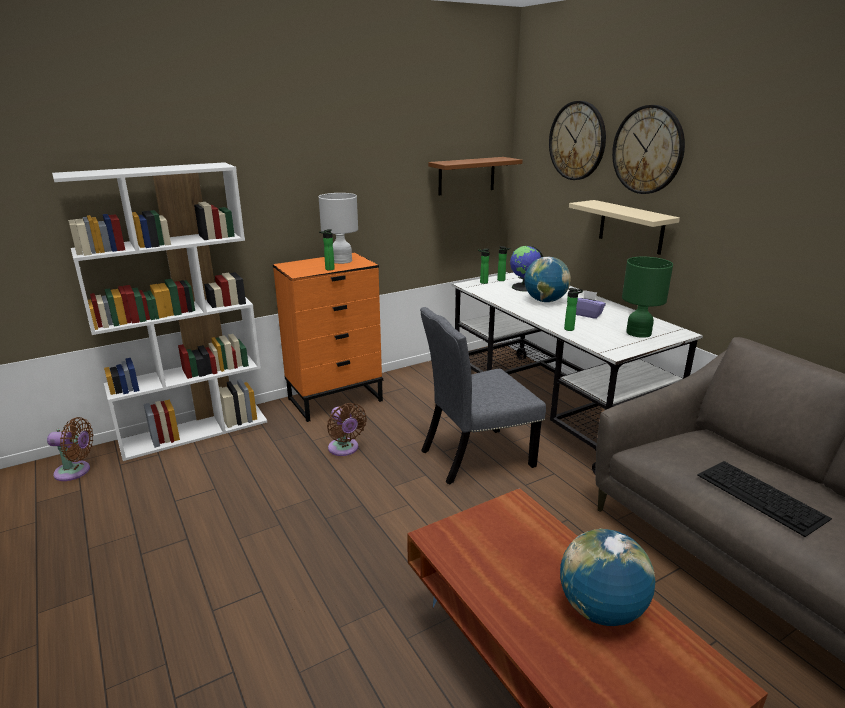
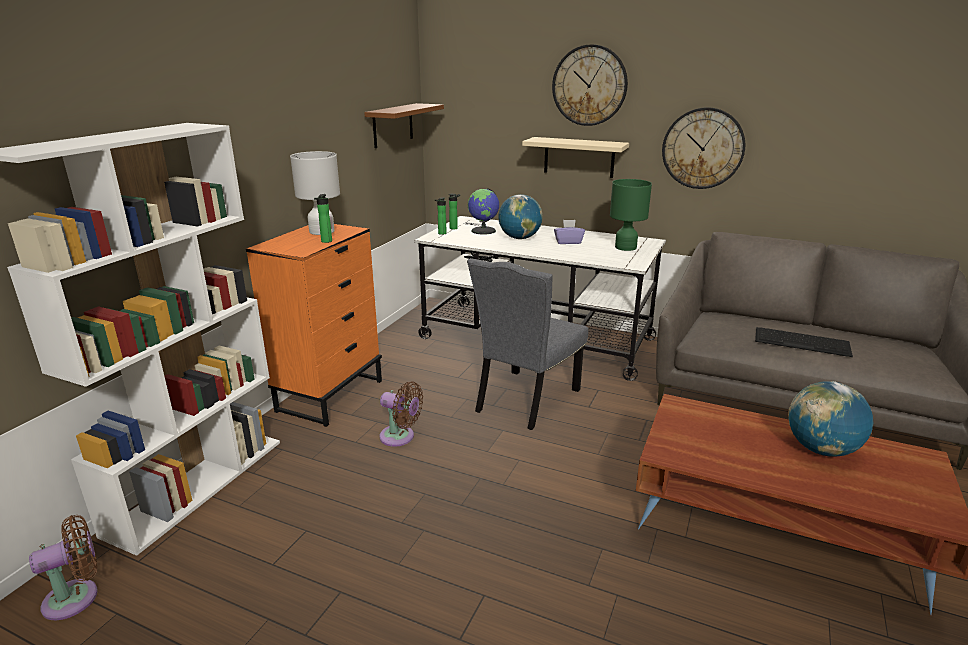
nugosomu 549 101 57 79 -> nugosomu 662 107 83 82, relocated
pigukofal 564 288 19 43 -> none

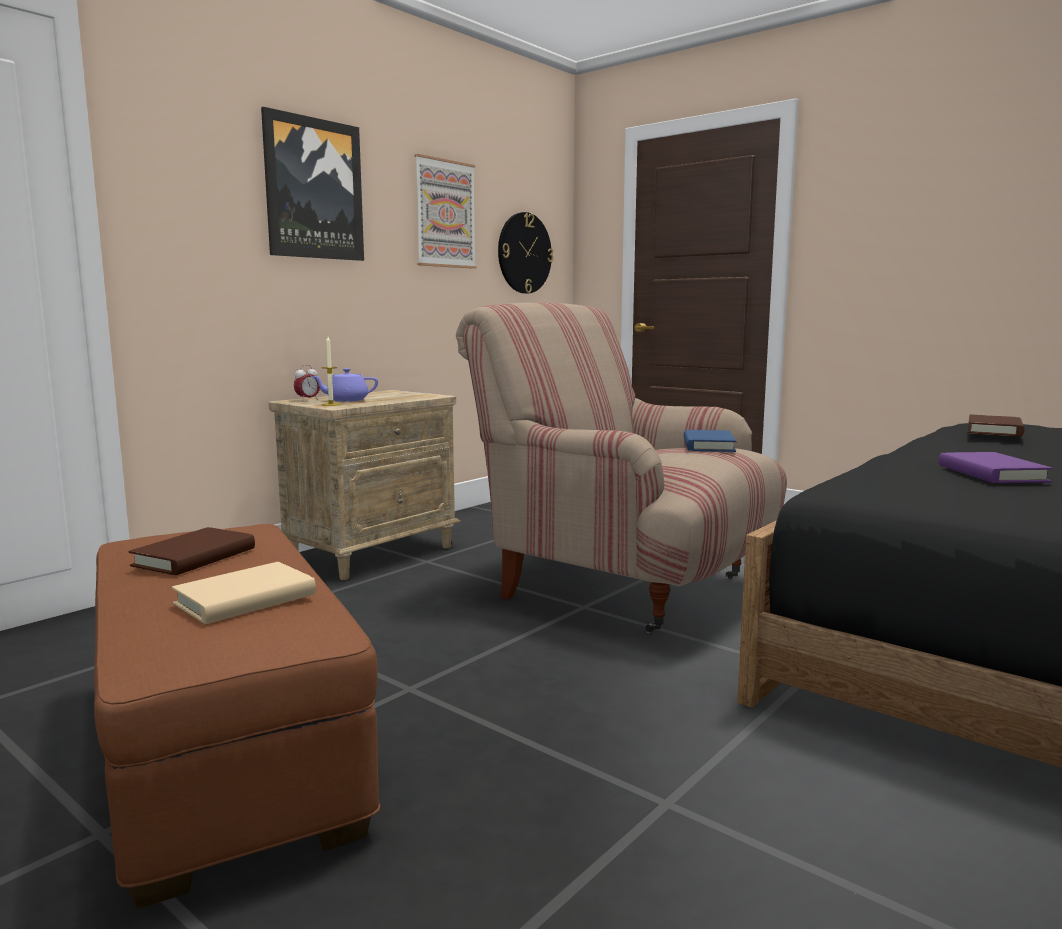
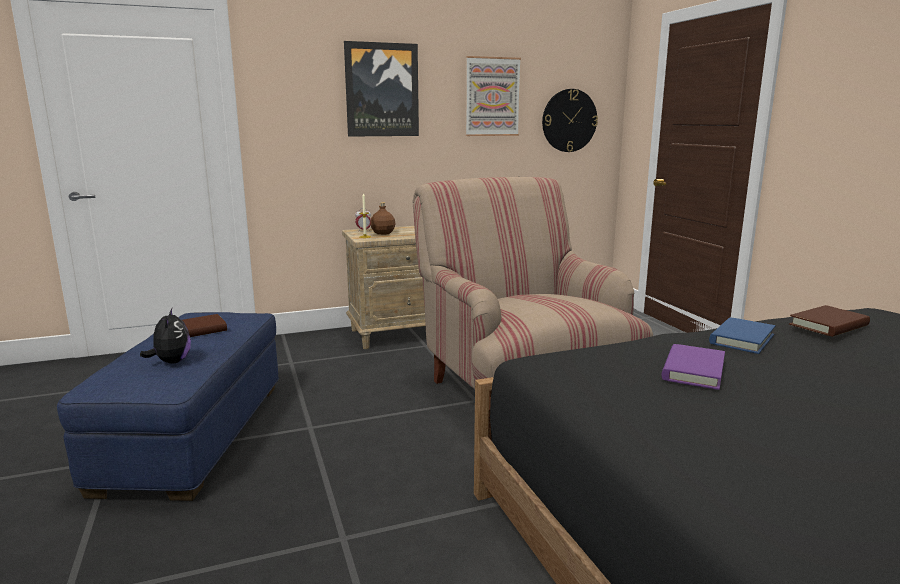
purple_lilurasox 311 368 67 33 -> brown_pigukofal 370 202 25 33
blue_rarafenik 684 430 53 22 -> blue_rarafenik 709 317 66 37, relocated
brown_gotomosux 94 524 286 385 -> blue_gotomosux 57 312 222 189
beige_rarafenik 172 562 144 62 -> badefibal 140 308 51 56

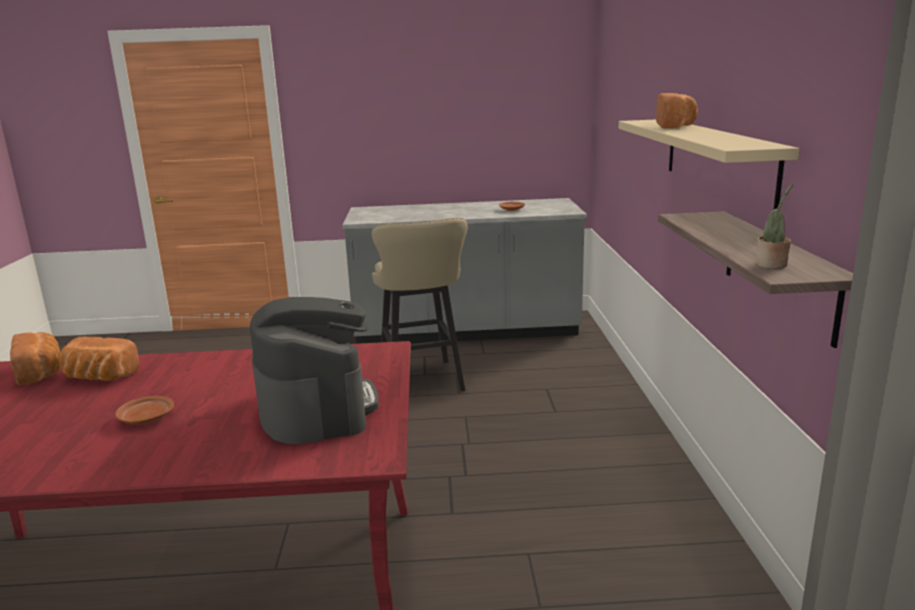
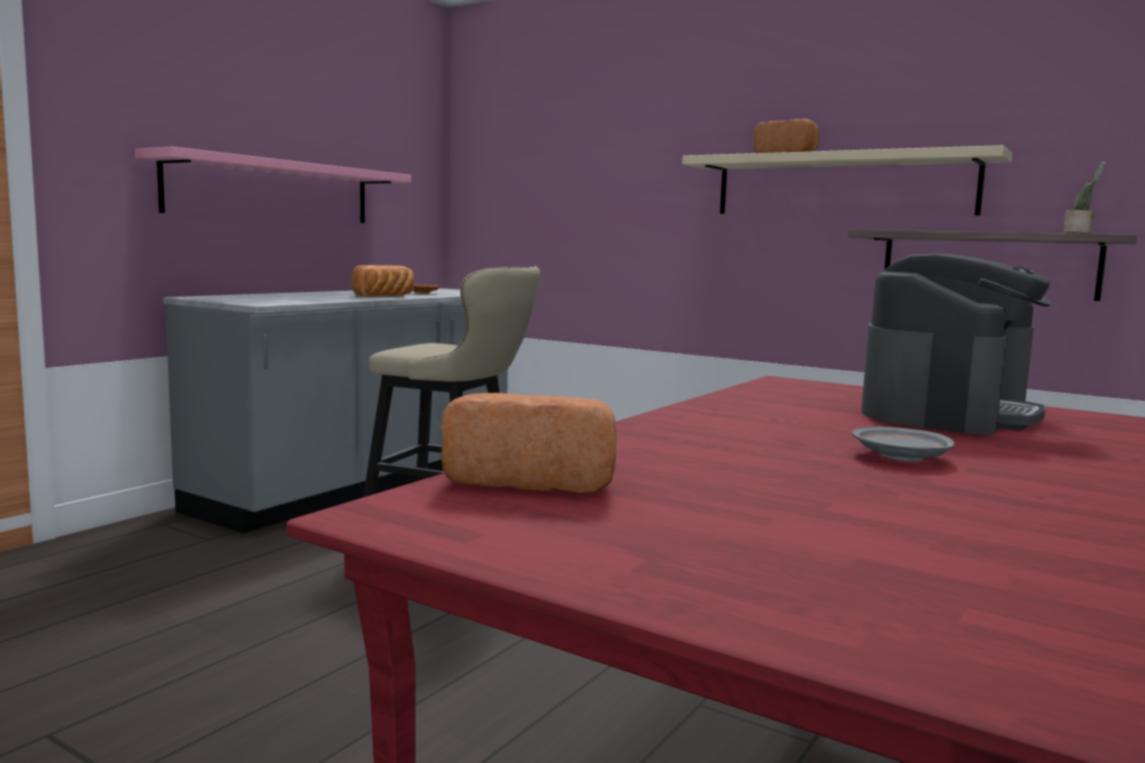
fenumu 250 297 129 147 -> fenumu 861 254 190 181, 105 degrees clockwise
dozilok 59 337 81 44 -> dozilok 351 265 63 31, relocated
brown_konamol 115 396 59 29 -> grey_konamol 852 426 102 36
none -> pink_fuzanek 135 147 276 76

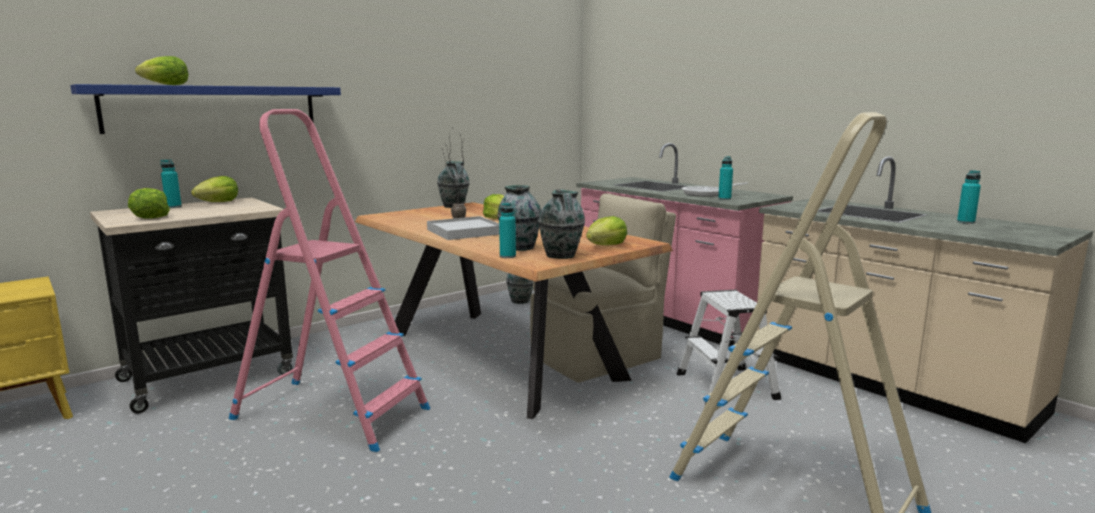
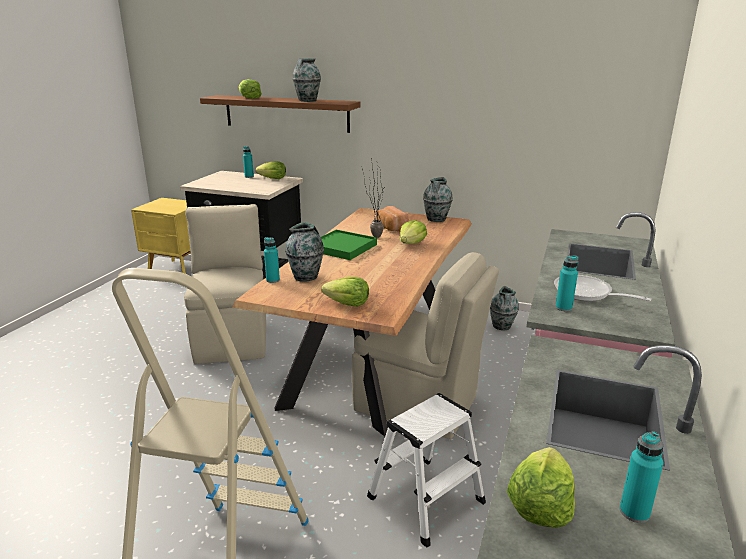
blue_fuzanek 70 84 271 50 -> brown_fuzanek 200 95 160 38
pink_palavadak 229 109 201 343 -> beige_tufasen 184 204 82 160
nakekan 128 188 42 31 -> nakekan 507 447 68 81, relocated
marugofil 538 189 47 70 -> marugofil 292 58 29 44, relocated
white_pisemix 427 216 72 24 -> green_pisemix 321 230 56 30
none -> dozilok 376 206 33 26

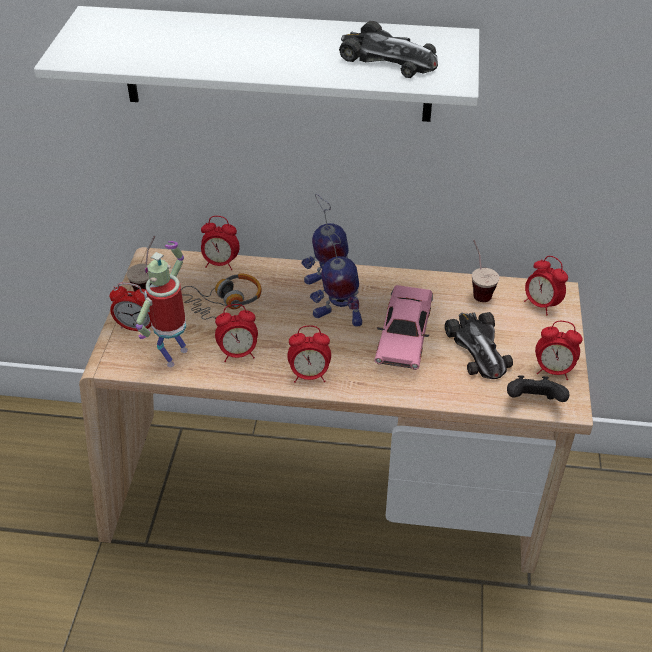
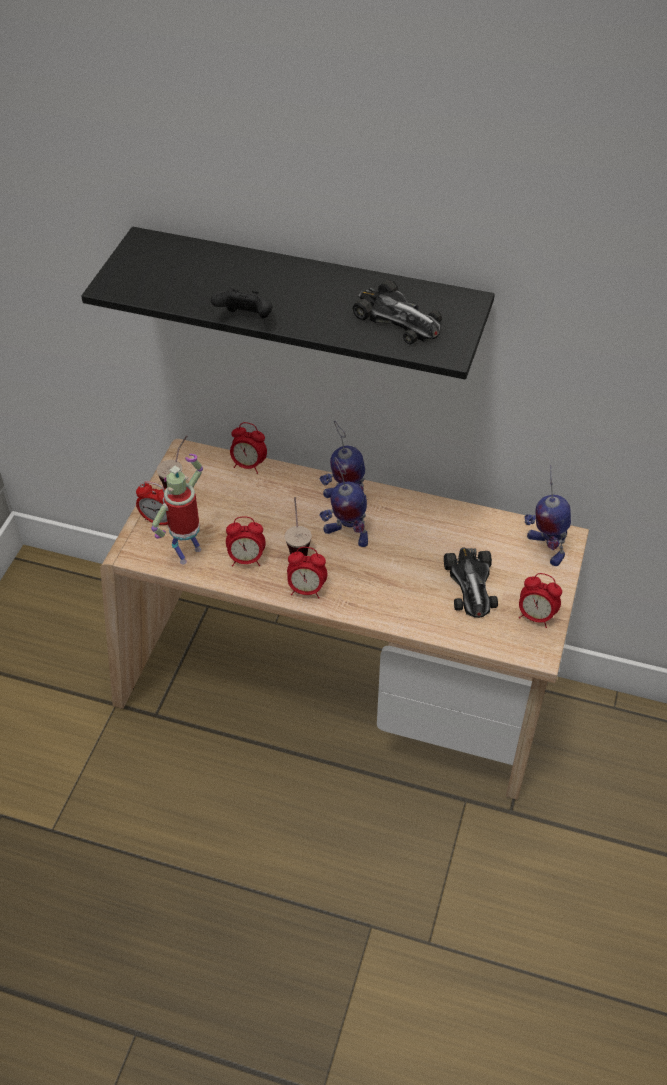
white_fuzanek 34 6 445 116 -> black_fuzanek 81 227 414 153
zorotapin 472 240 28 62 -> zorotapin 285 497 27 59, relocated
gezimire 524 256 44 59 -> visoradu 525 465 46 101
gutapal 181 273 81 47 -> none
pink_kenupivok 374 285 59 85 -> none
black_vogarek 507 375 62 27 -> black_vogarek 211 289 62 29, relocated

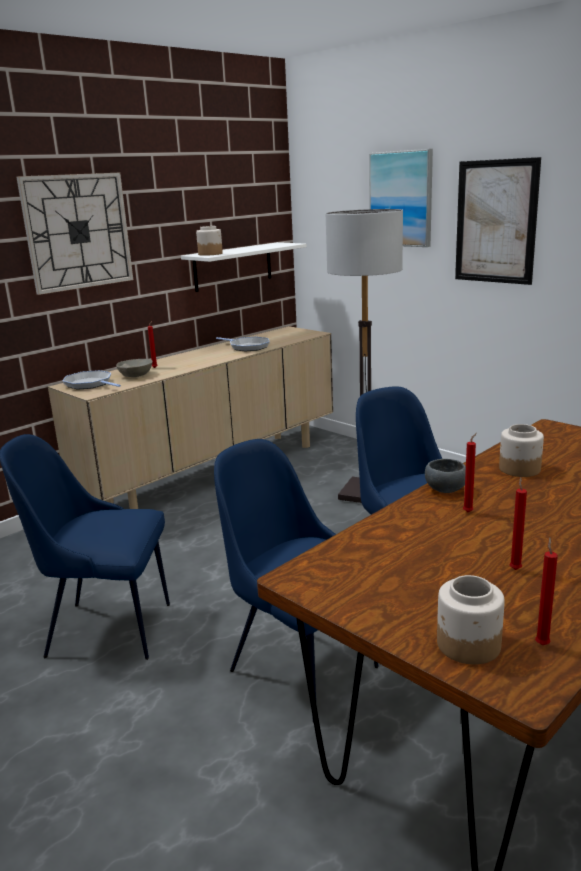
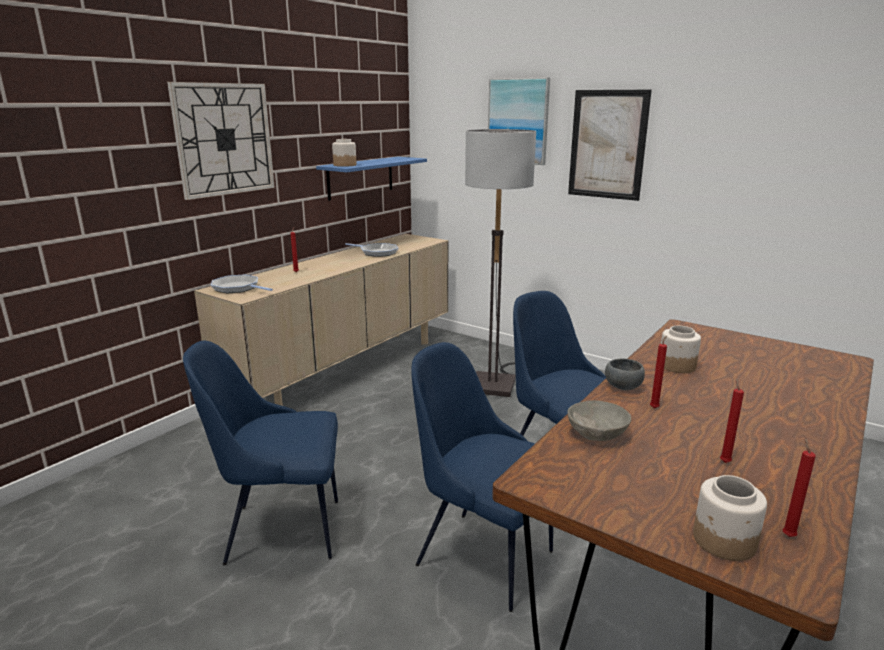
white_fuzanek 181 242 125 50 -> blue_fuzanek 316 157 111 44
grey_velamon 116 359 37 18 -> grey_velamon 567 400 64 41, relocated

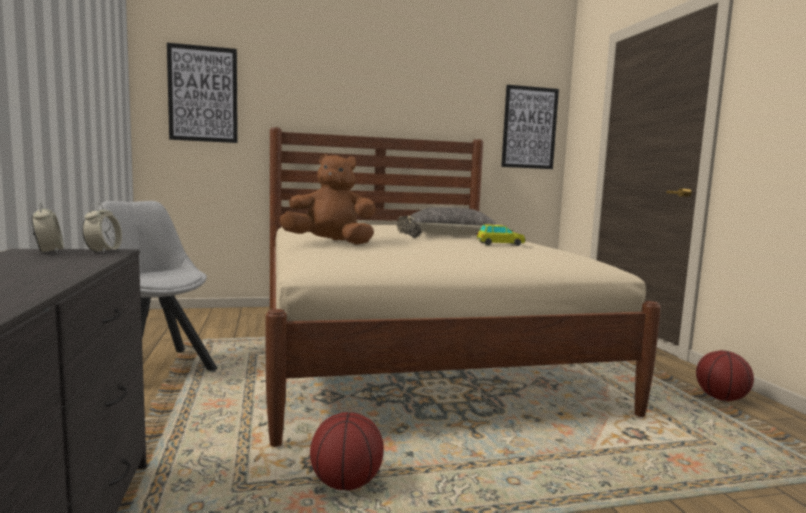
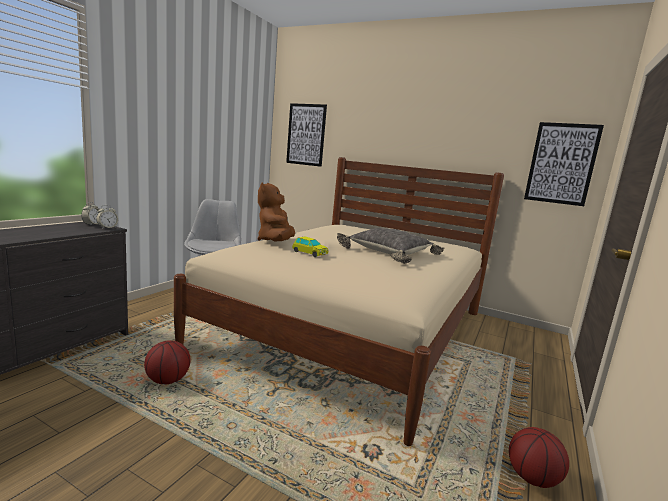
brown_badefibal 279 154 97 91 -> brown_badefibal 258 183 37 58, 135 degrees counterclockwise
kenupivok 477 224 48 22 -> kenupivok 292 236 36 21, relocated

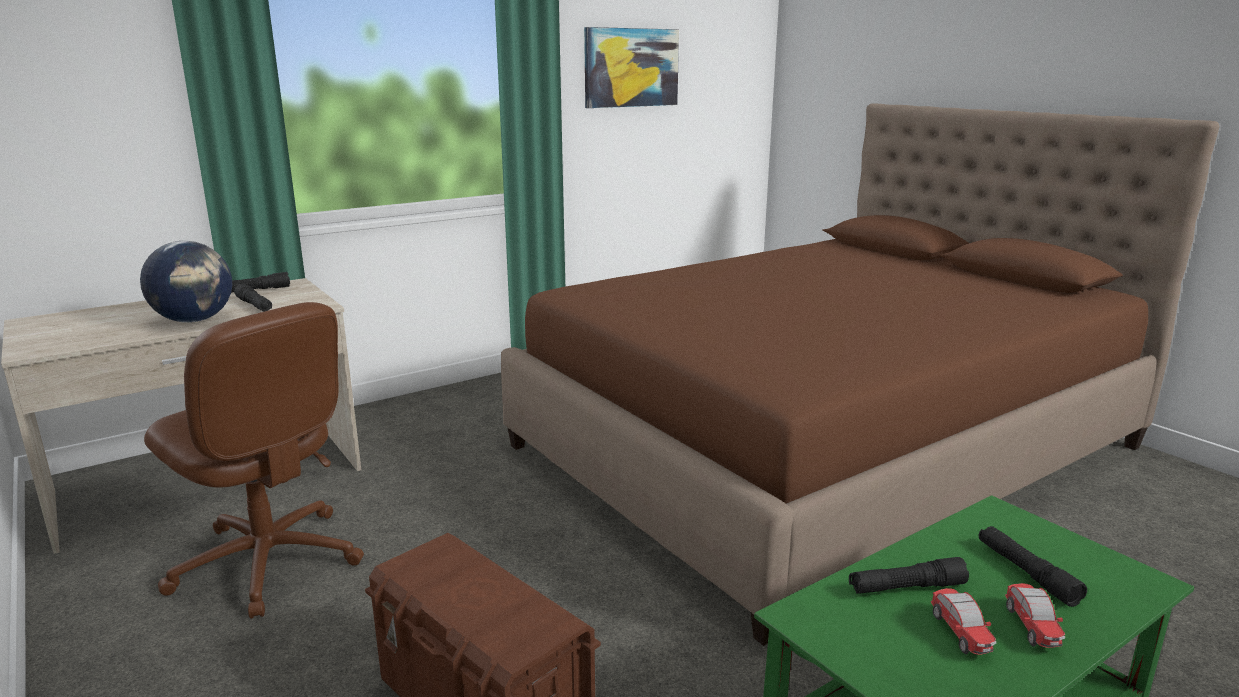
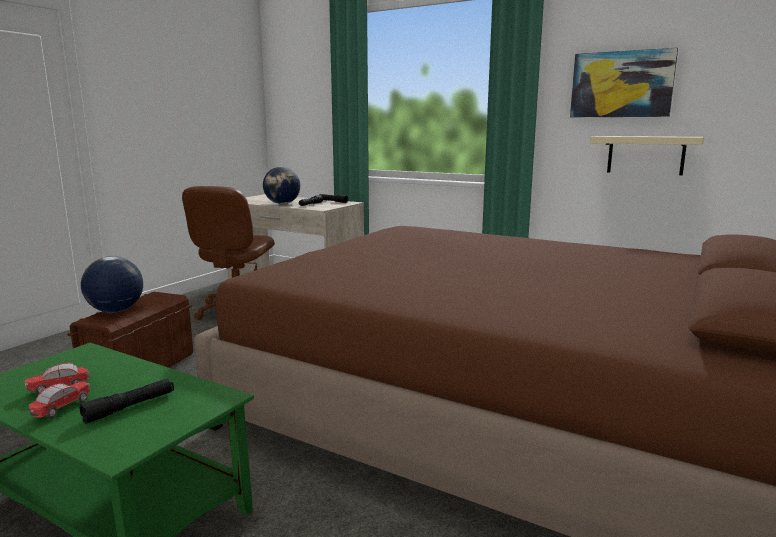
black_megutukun 849 557 120 37 -> none
kenupivok 1005 583 60 65 -> kenupivok 29 381 61 38, 135 degrees clockwise
none -> beige_fuzanek 590 136 114 39
none -> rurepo 81 256 62 57

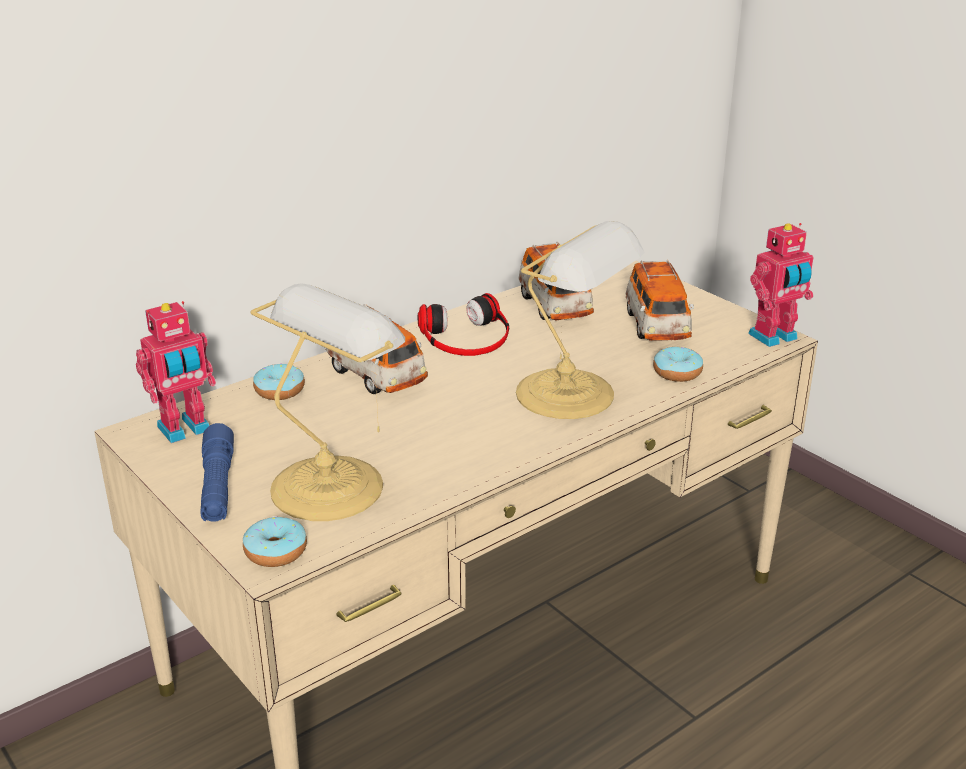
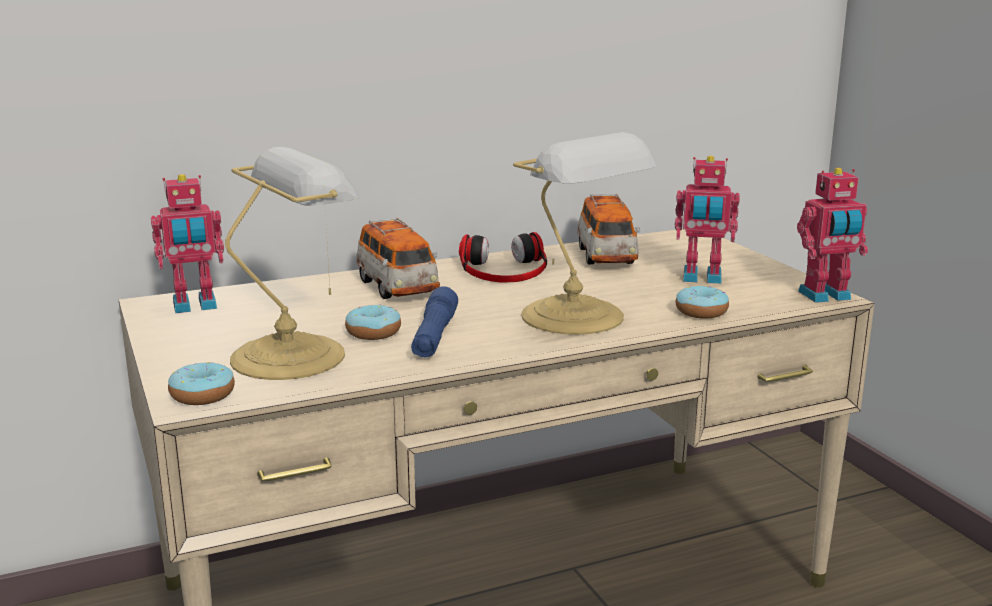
kenupivok 626 260 68 81 -> visoradu 675 156 65 128
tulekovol 253 363 52 37 -> tulekovol 345 304 56 36, relocated
blue_megutukun 200 423 34 99 -> blue_megutukun 411 286 47 71, relocated

